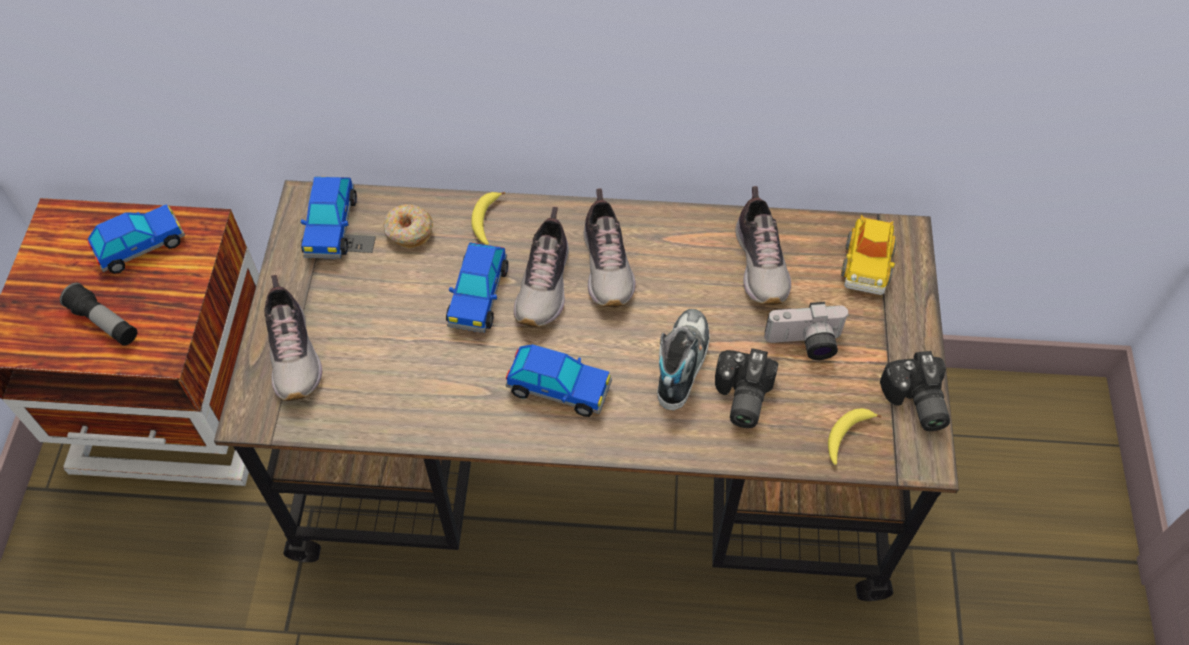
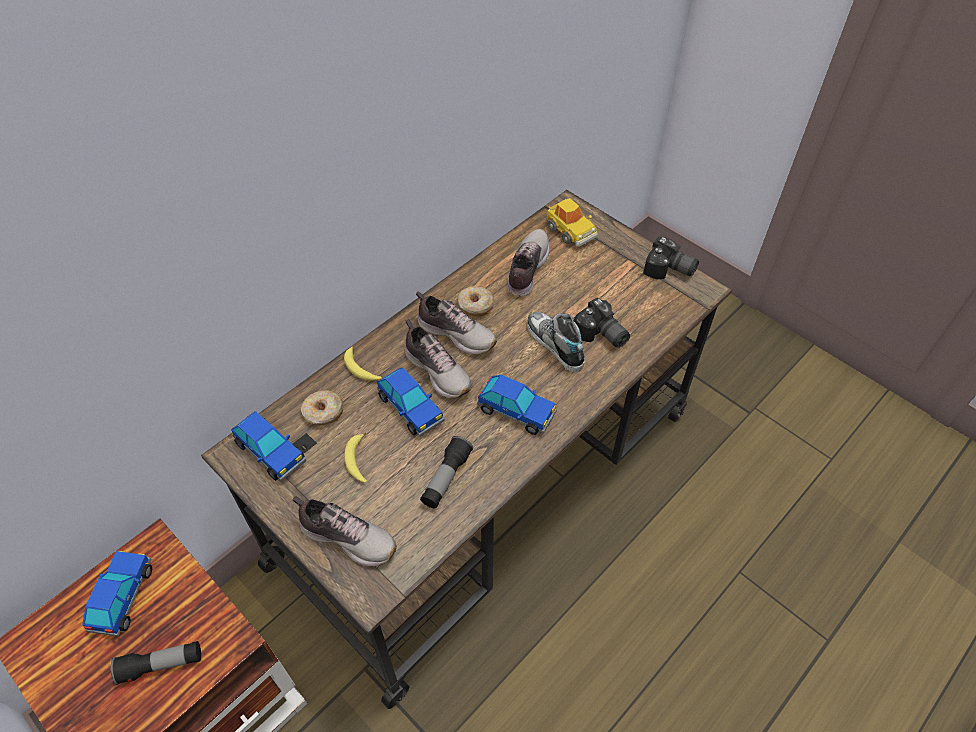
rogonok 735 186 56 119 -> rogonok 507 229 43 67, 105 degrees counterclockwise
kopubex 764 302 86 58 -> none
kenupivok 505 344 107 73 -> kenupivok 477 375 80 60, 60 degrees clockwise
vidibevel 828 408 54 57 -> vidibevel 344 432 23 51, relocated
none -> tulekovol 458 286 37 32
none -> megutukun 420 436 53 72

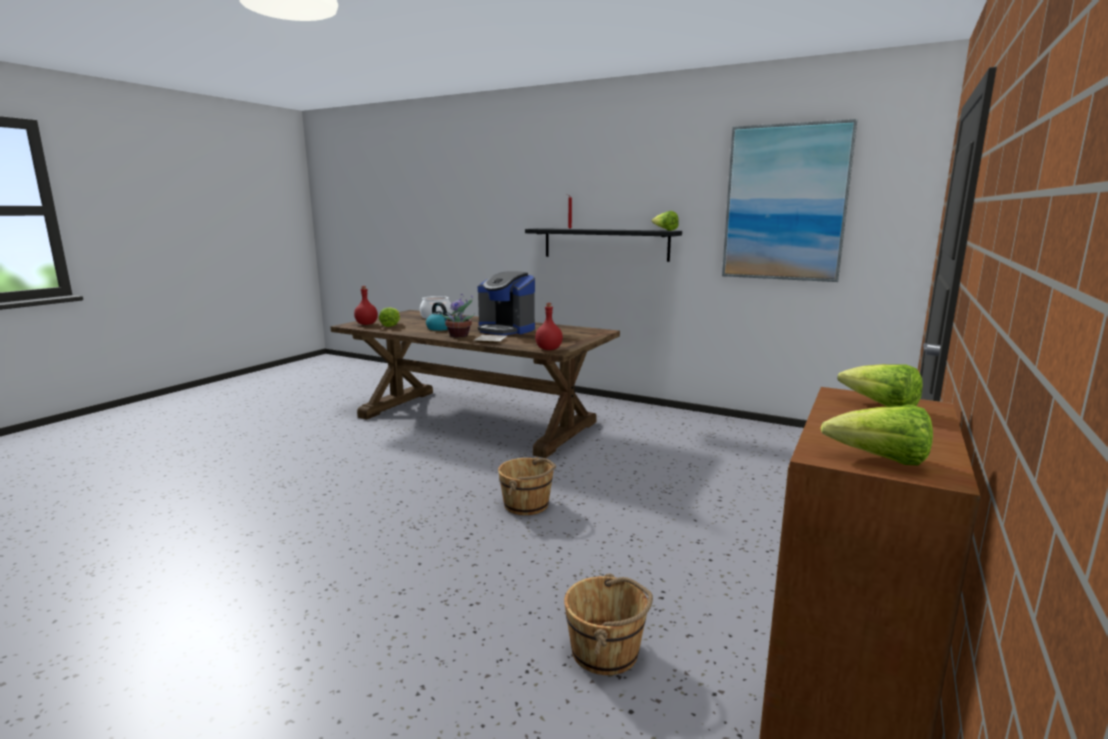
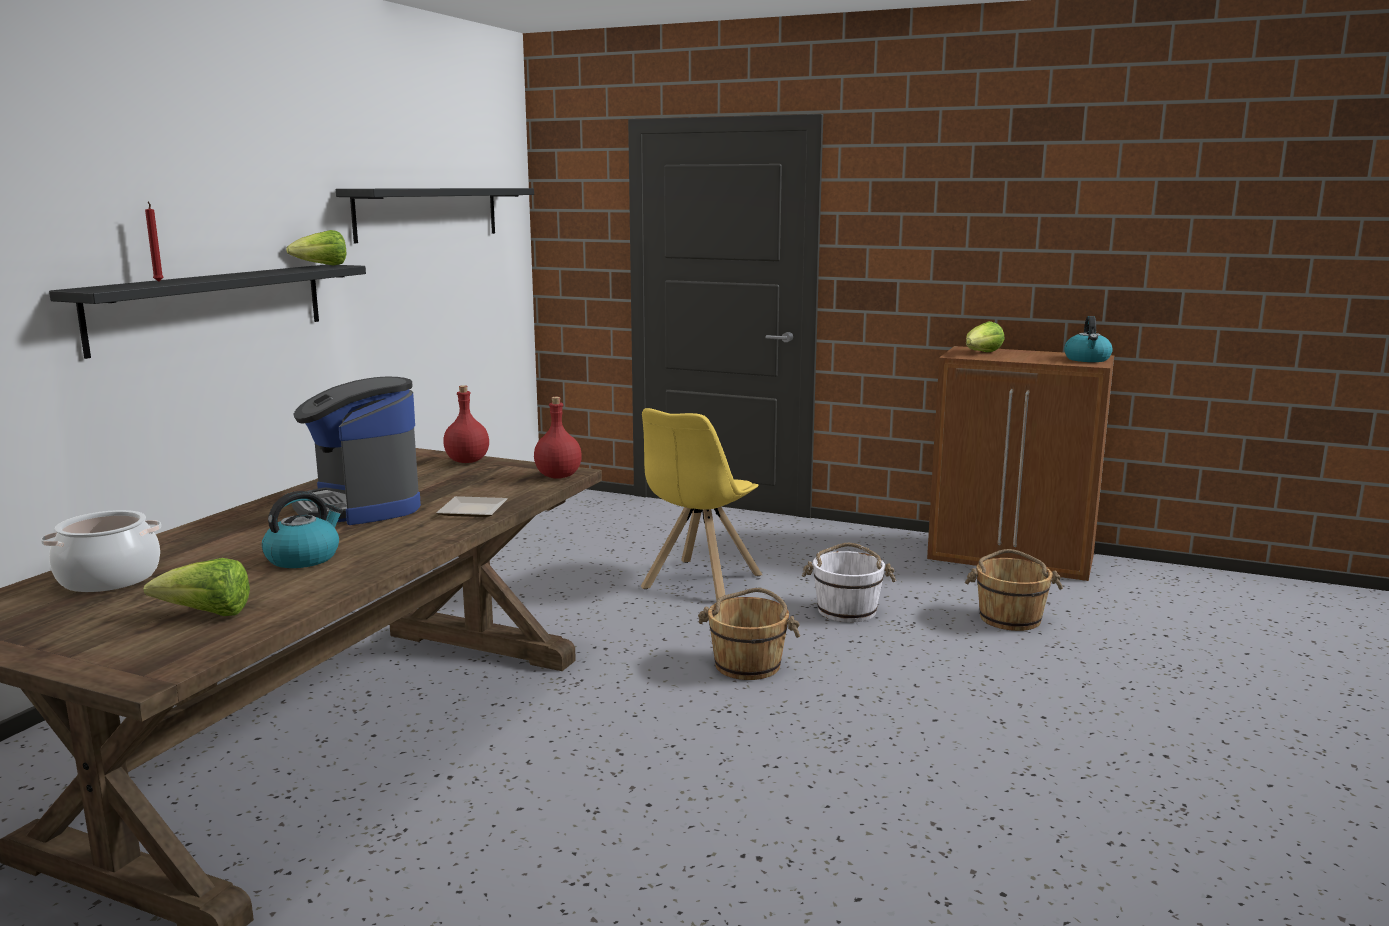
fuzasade 722 119 135 163 -> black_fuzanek 336 188 198 55
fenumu 478 272 57 63 -> fenumu 292 376 129 149, 120 degrees clockwise
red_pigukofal 354 286 24 39 -> red_pigukofal 443 385 46 78, relocated
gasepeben 441 294 34 43 -> none
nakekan 820 405 113 60 -> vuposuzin 1064 316 49 46
none -> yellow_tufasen 641 408 121 192
none -> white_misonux 802 543 94 80

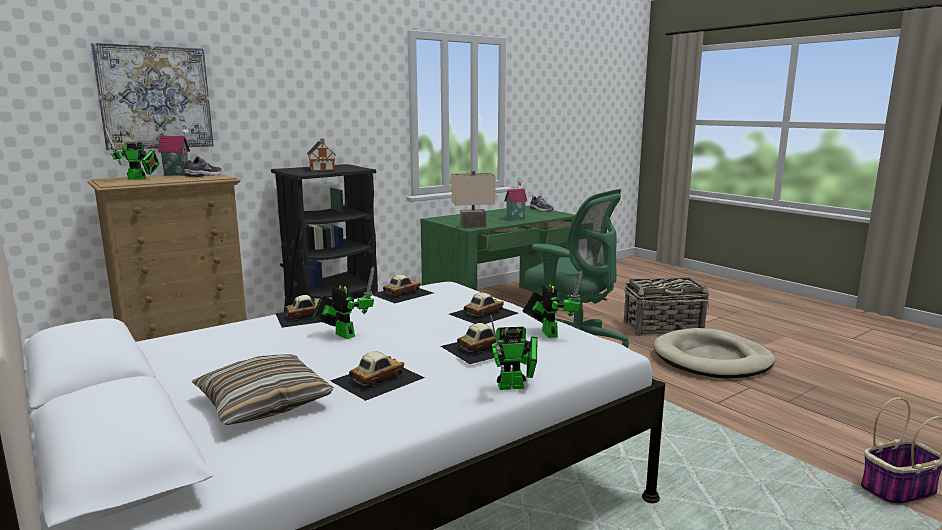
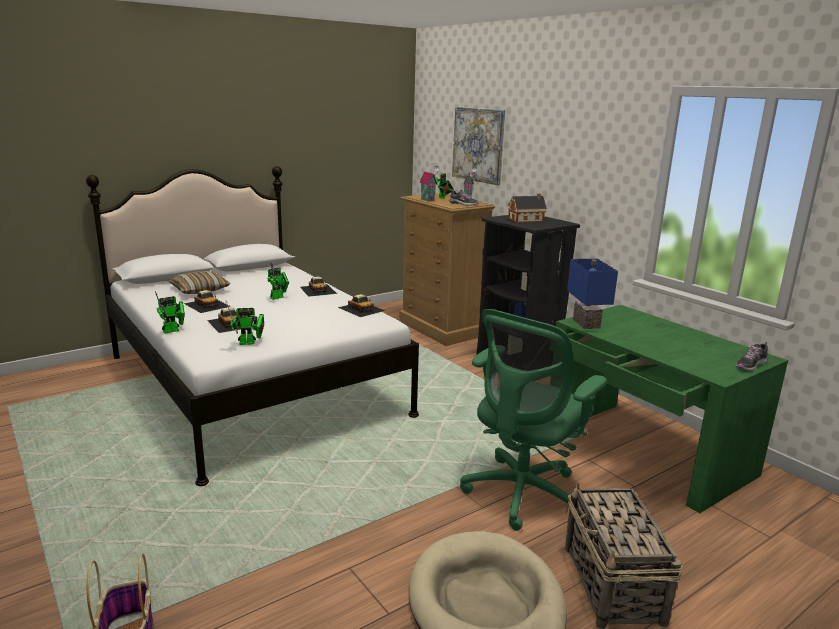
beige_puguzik 452 171 44 57 -> blue_puguzik 567 259 51 70
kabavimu 505 180 22 41 -> kabavimu 419 166 21 36, relocated
kenupivok 449 293 69 31 -> none
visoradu 490 315 48 75 -> visoradu 155 291 30 43, 120 degrees counterclockwise

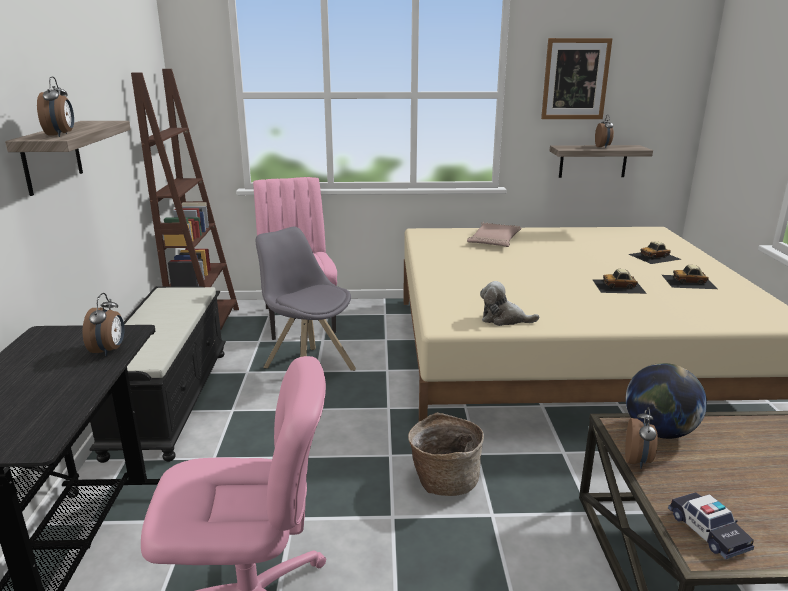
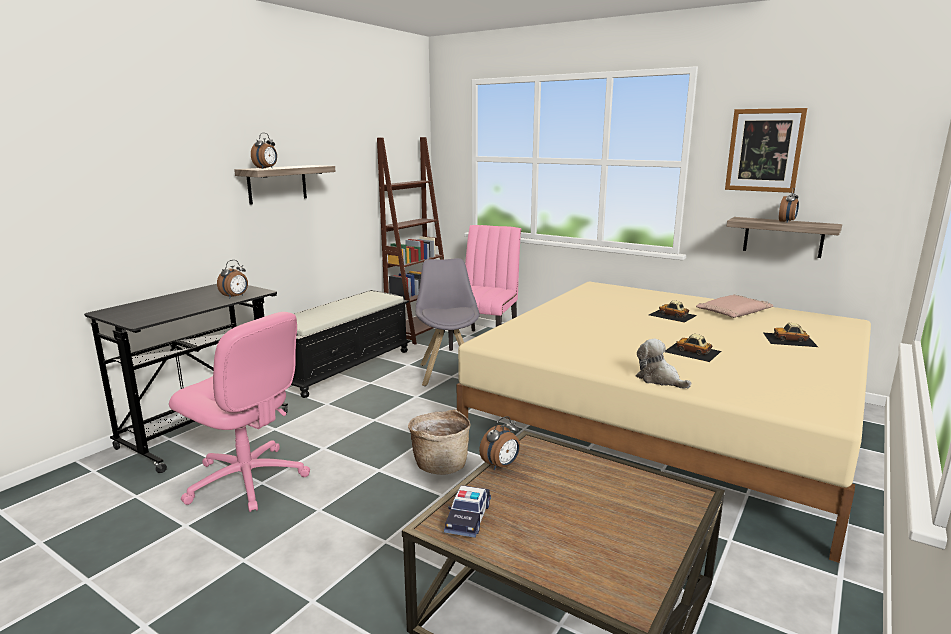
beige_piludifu 467 221 54 26 -> beige_piludifu 696 293 77 25, relocated
kenupivok 662 265 55 24 -> kenupivok 649 301 48 22, relocated
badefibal 480 281 59 45 -> badefibal 636 339 55 50, relocated
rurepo 626 363 81 76 -> none

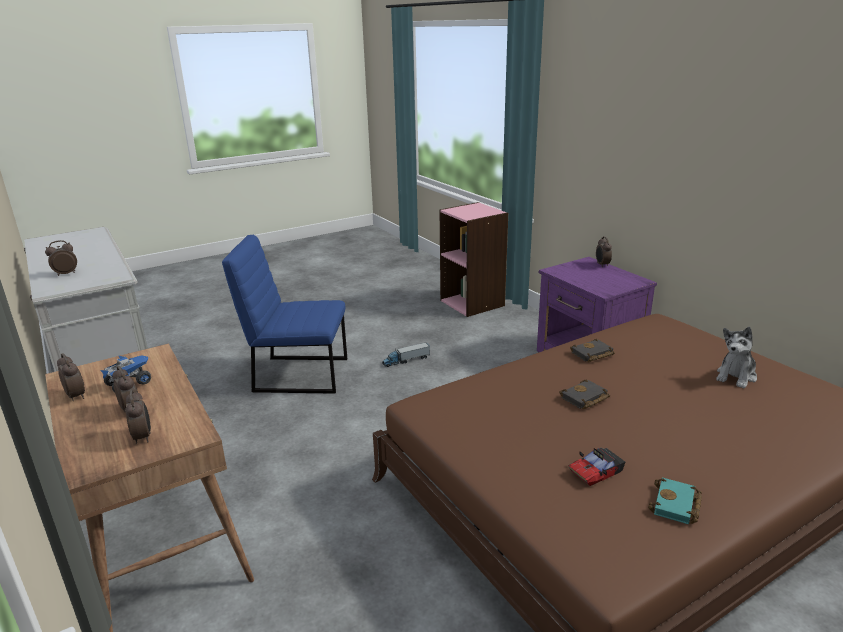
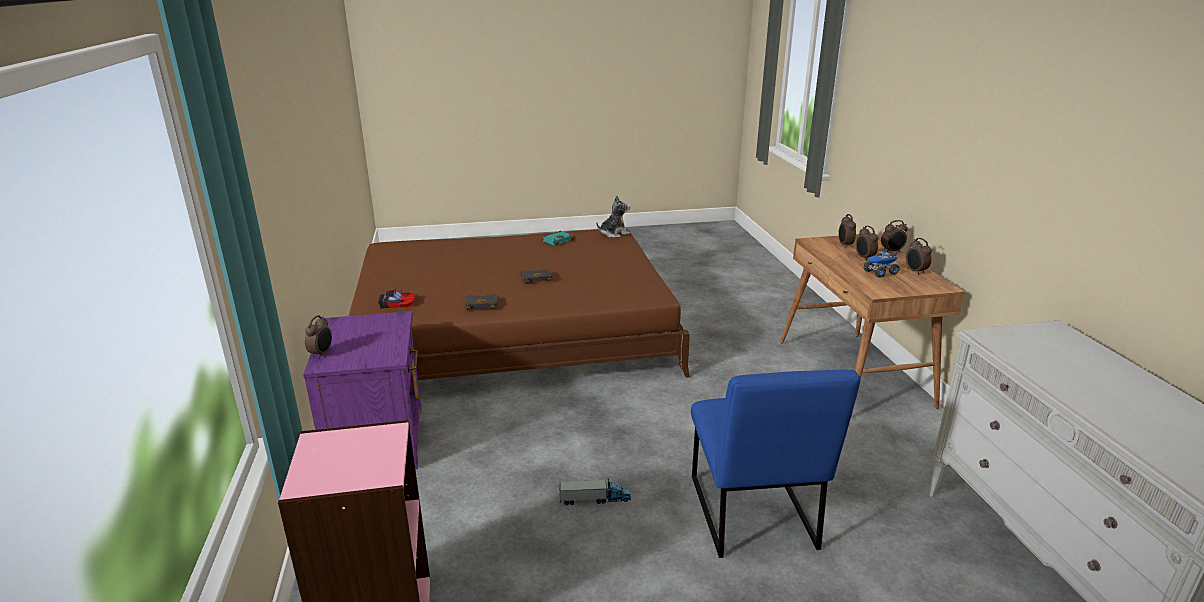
blue_tufasen 222 235 125 159 -> blue_tufasen 691 370 169 188, 60 degrees clockwise
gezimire 45 240 32 36 -> gezimire 881 220 27 32, relocated
badefibal 716 327 41 62 -> badefibal 596 195 35 43, relocated
kenupivok 569 448 56 38 -> kenupivok 378 288 37 21, relocated

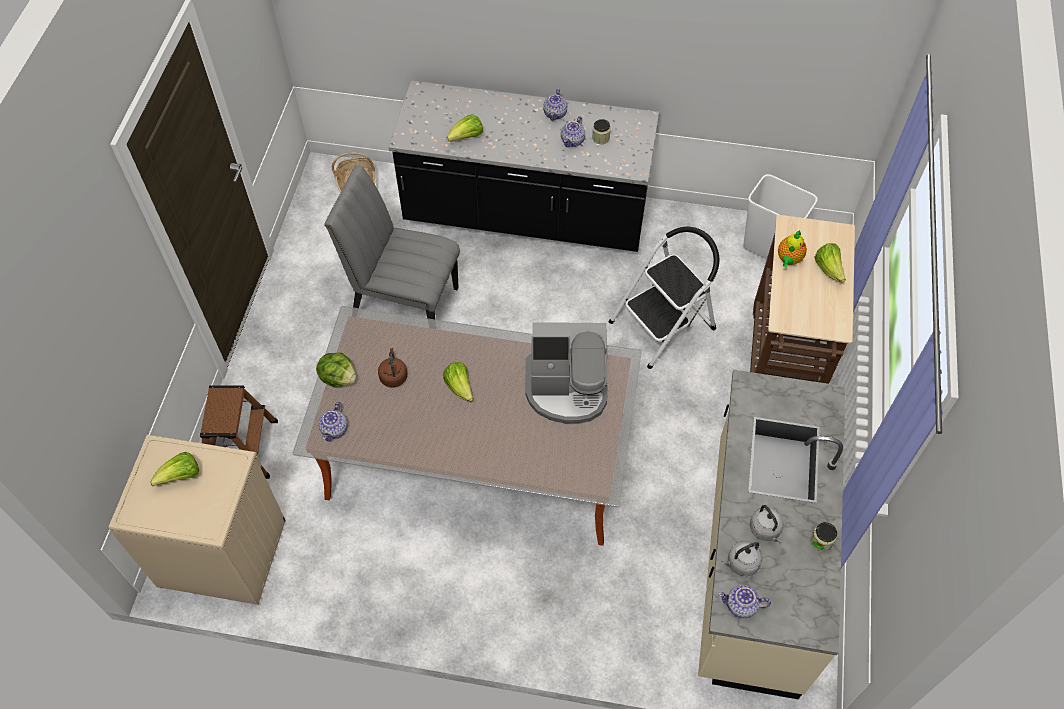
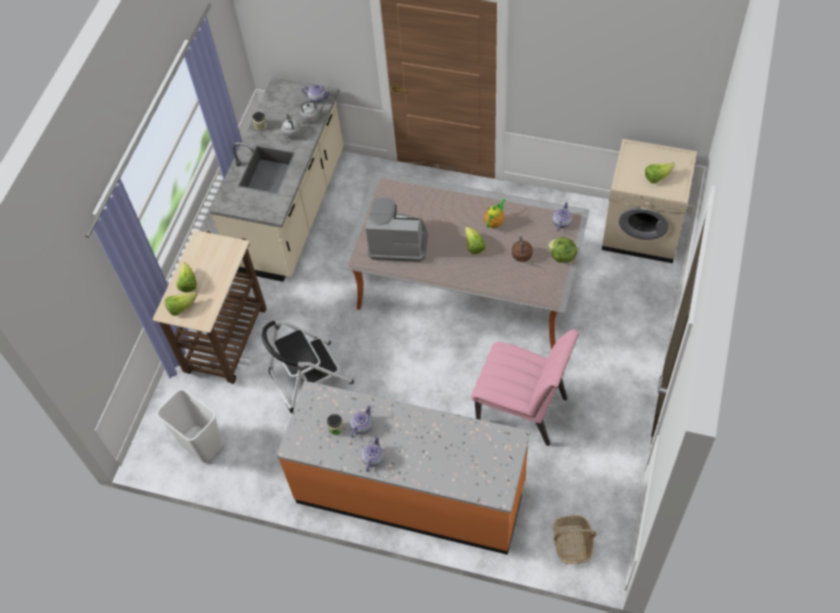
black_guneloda 388 80 271 172 -> orange_guneloda 277 381 254 174
nakekan 447 114 36 28 -> nakekan 165 292 32 24, relocated
grey_tufasen 324 166 136 153 -> pink_tufasen 472 329 107 117
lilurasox 778 230 29 37 -> lilurasox 484 199 22 29, relocated
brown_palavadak 200 385 78 94 -> none

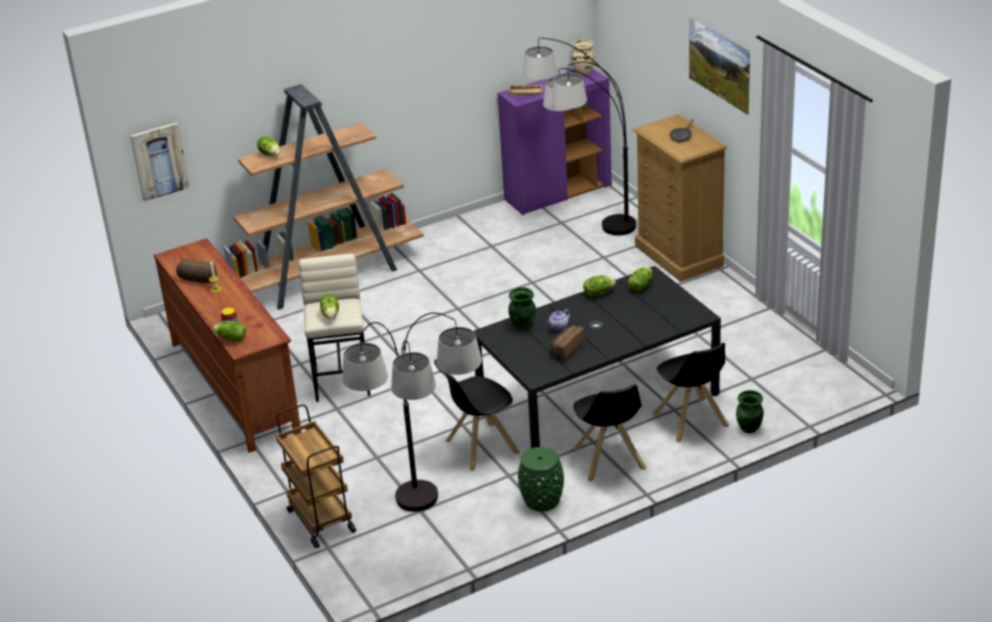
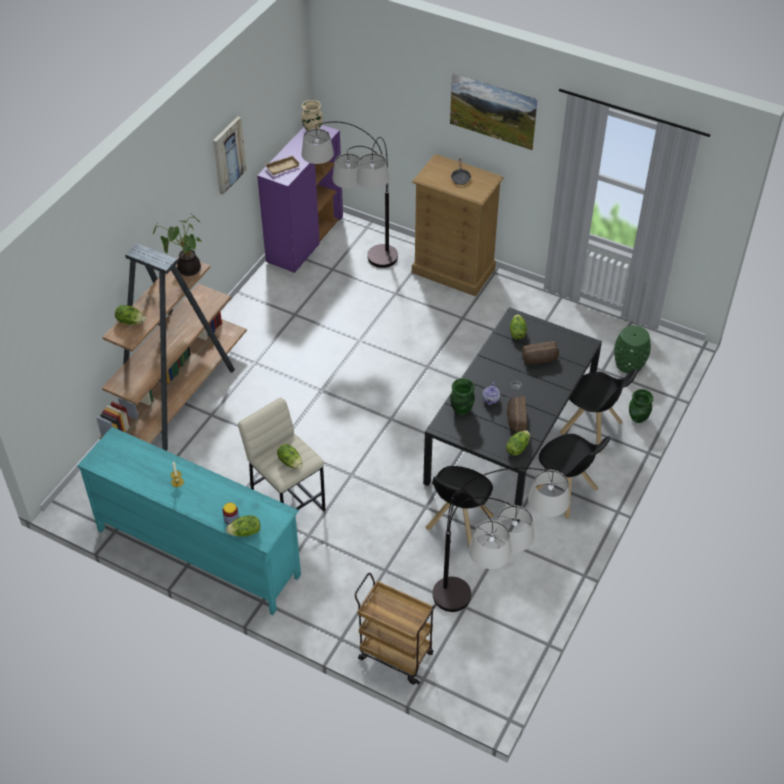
fuzasade 130 122 60 79 -> fuzasade 213 116 34 79, relocated
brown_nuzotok 154 238 148 215 -> turquoise_nuzotok 77 427 224 188
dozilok 176 258 41 25 -> dozilok 522 341 37 23, relocated
nakekan 583 276 33 20 -> nakekan 506 430 24 25, relocated
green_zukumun 518 447 46 65 -> green_zukumun 614 325 37 48, relocated
none -> gasepeben 153 216 49 60

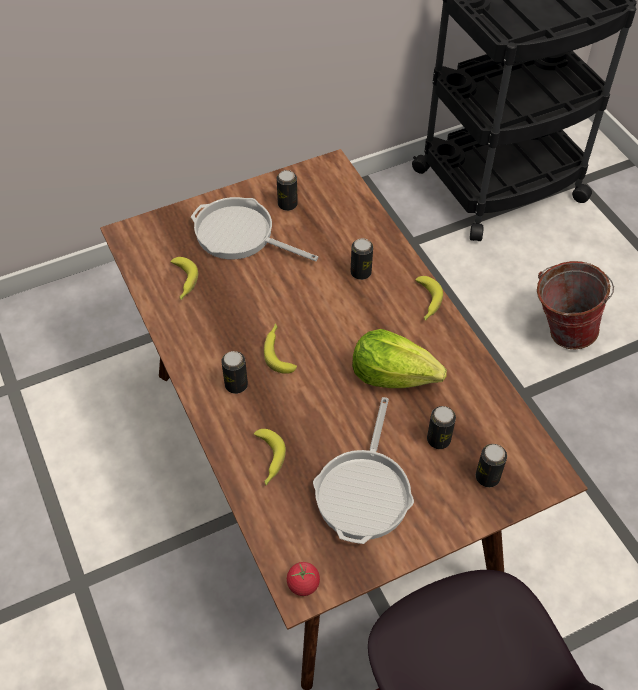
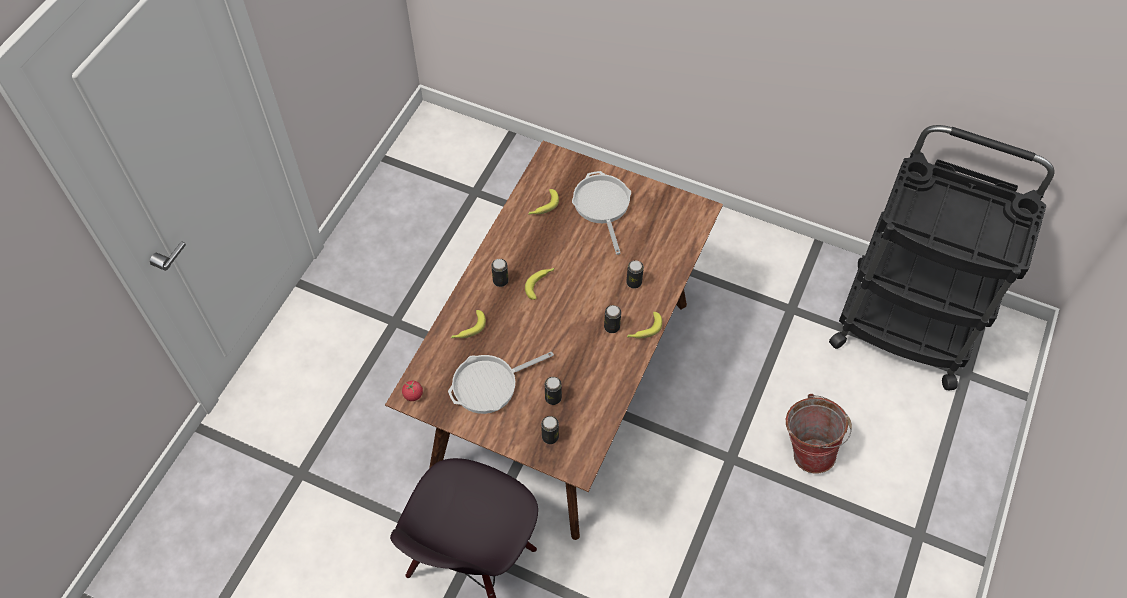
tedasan 277 170 21 41 -> tedasan 604 305 17 28, relocated
nakekan 352 329 95 59 -> none

